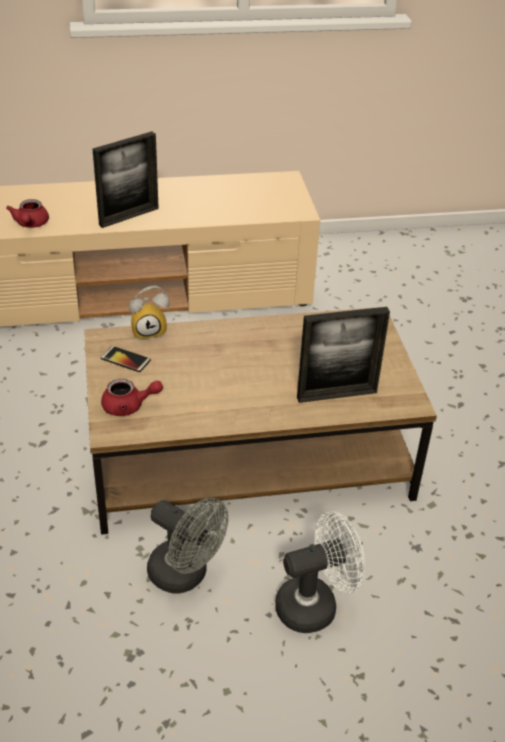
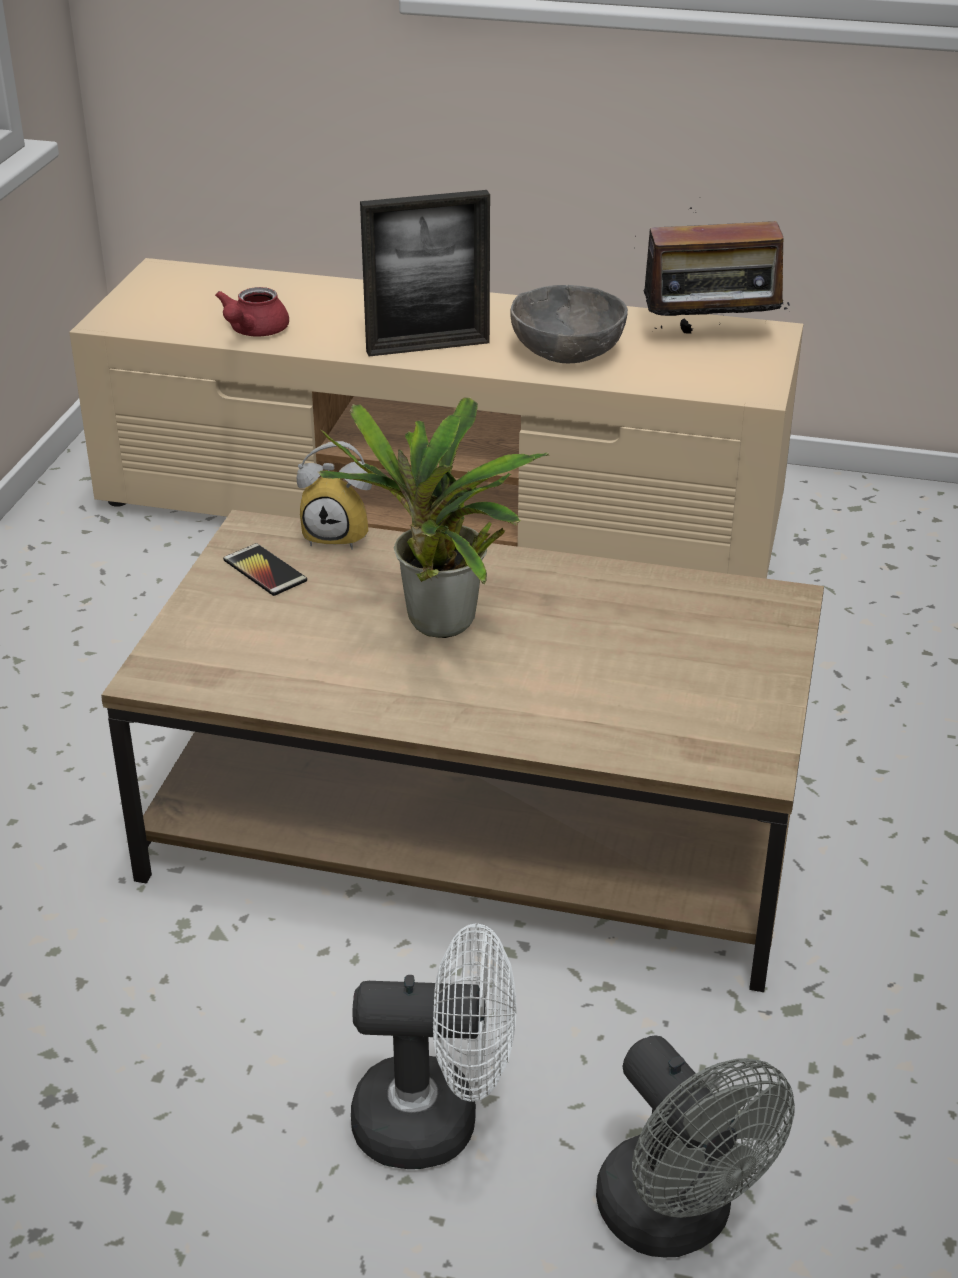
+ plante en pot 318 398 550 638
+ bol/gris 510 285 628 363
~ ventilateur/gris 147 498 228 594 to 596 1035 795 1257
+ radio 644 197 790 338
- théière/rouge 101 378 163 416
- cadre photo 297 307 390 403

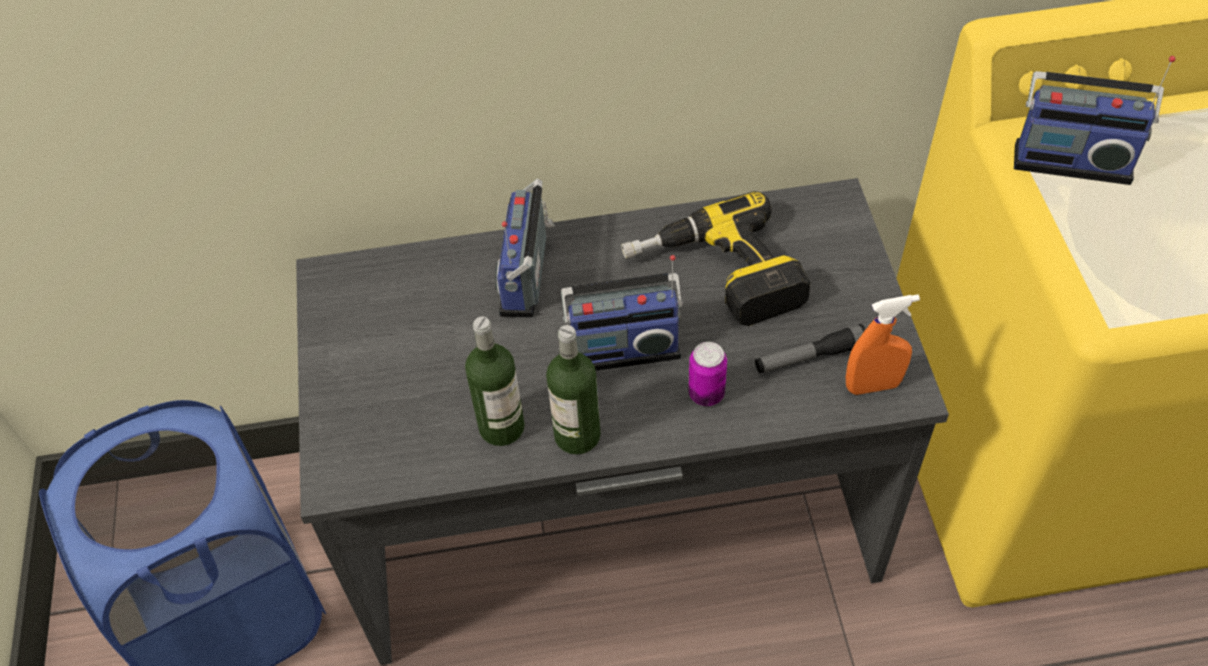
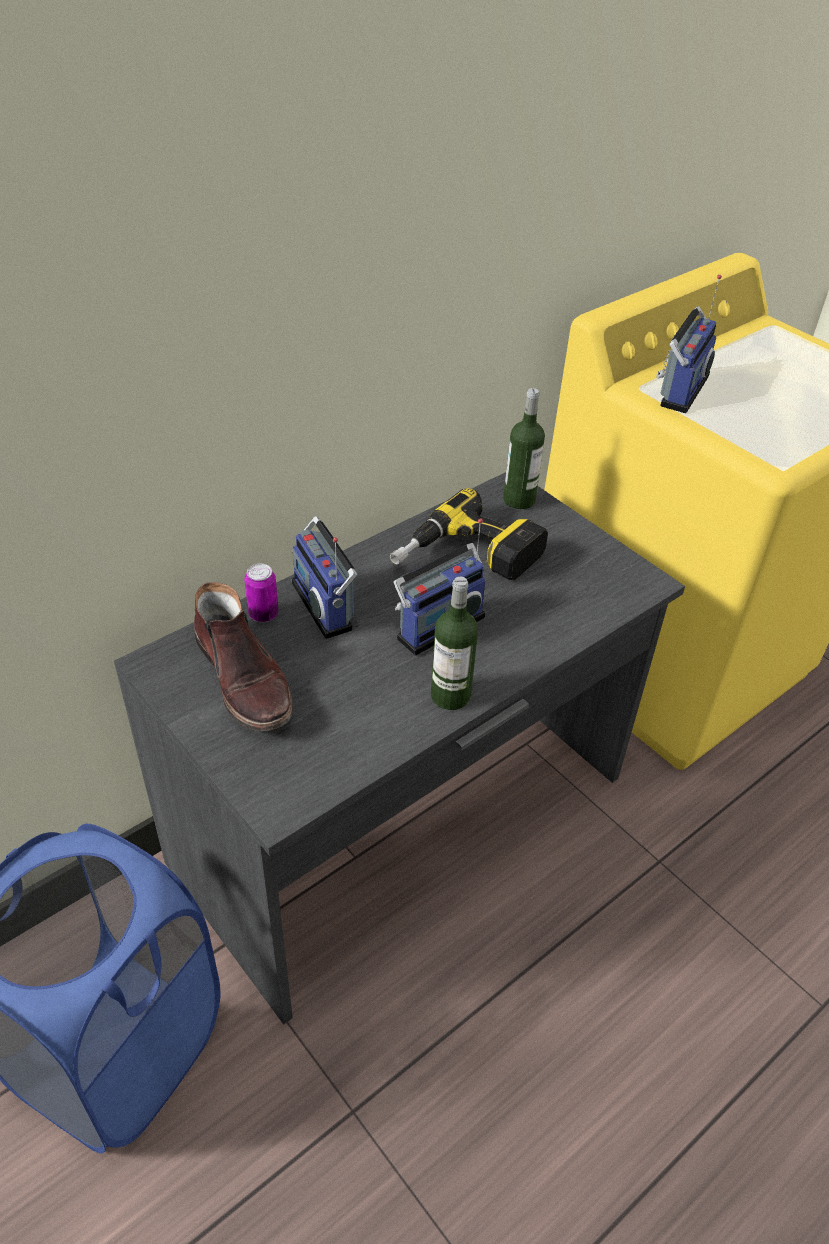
+ botte/marron 194 582 293 732
~ boîte métallique 688 342 727 406 to 245 564 278 622
~ bouteille 465 317 525 446 to 503 388 545 509
~ radio 1014 56 1176 185 = 656 275 722 413 45 degrees counterclockwise
- lampe de poche 755 324 866 373
- vaporisateur/orange 846 295 920 395

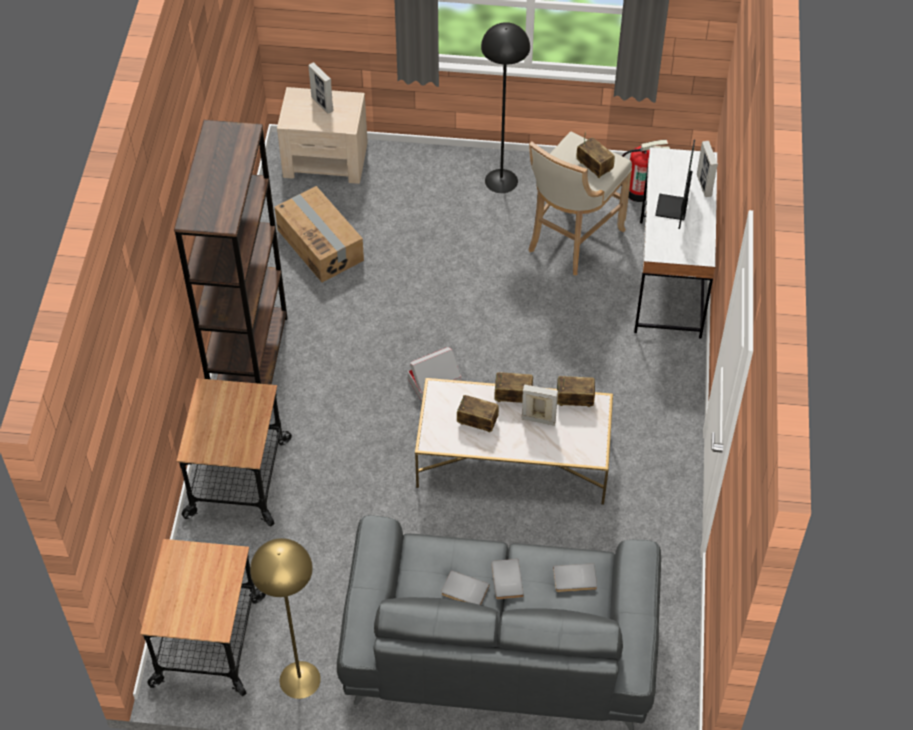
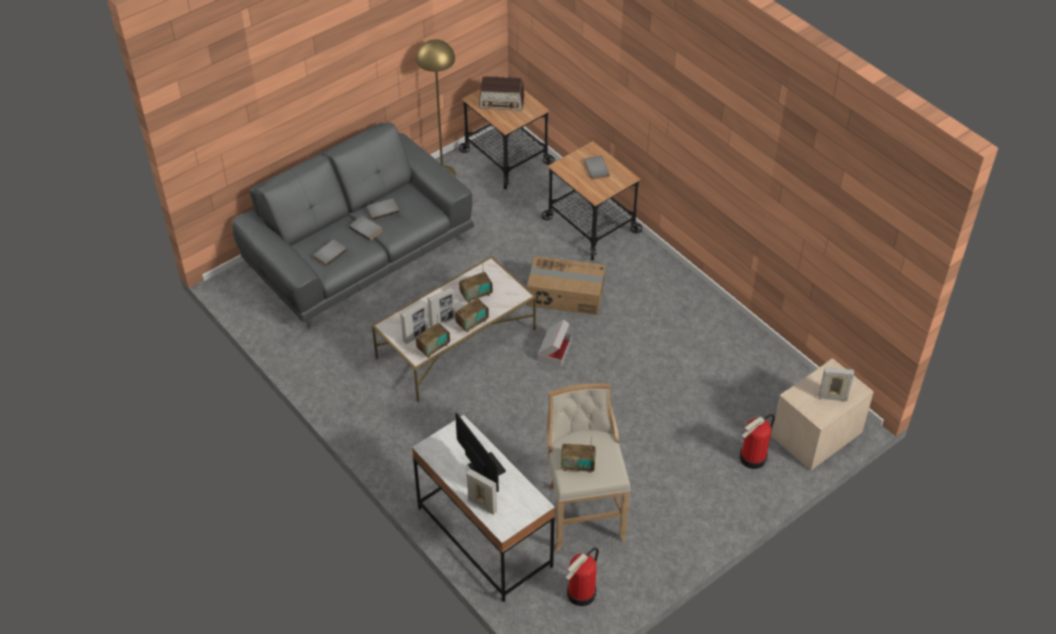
+ cadre photo 400 301 428 344
+ radio 479 76 524 110
~ carton 275 186 364 282 to 527 256 605 315
+ livre/gris 584 155 610 180
+ extincteur 740 414 775 469
- bibliothèque/marron 174 120 288 385
- lampadaire/noir 481 22 530 193

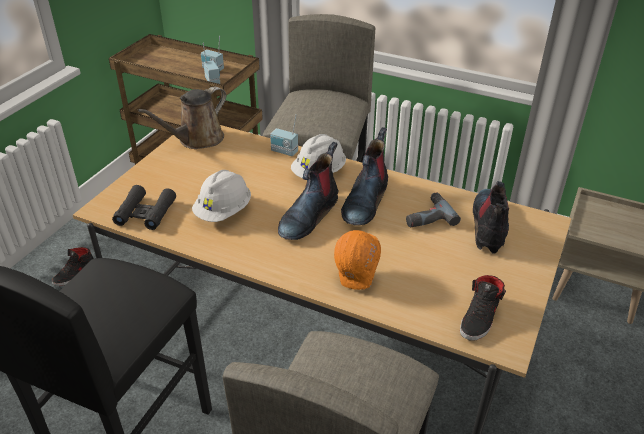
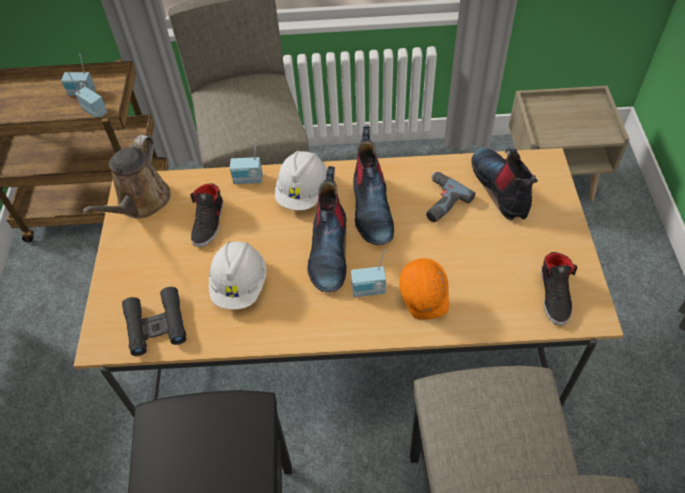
~ chaussure/noir 52 247 94 286 to 190 183 223 247
+ radio 351 250 386 297

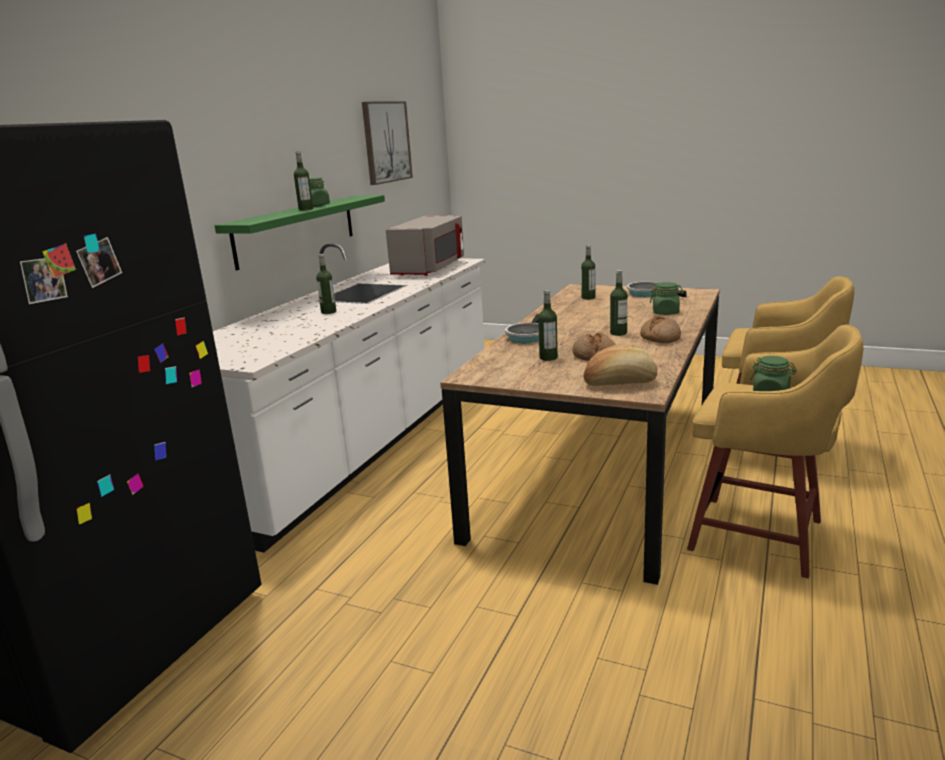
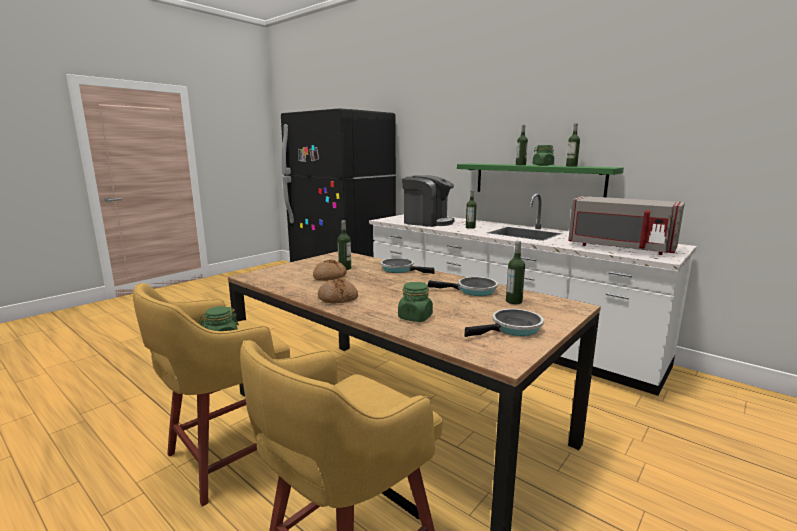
+ machine à café 402 175 454 227
+ poêle 428 277 498 296
~ bouteille 610 270 628 336 to 566 123 580 166
- tableau 362 101 413 185
- pain 583 344 657 386

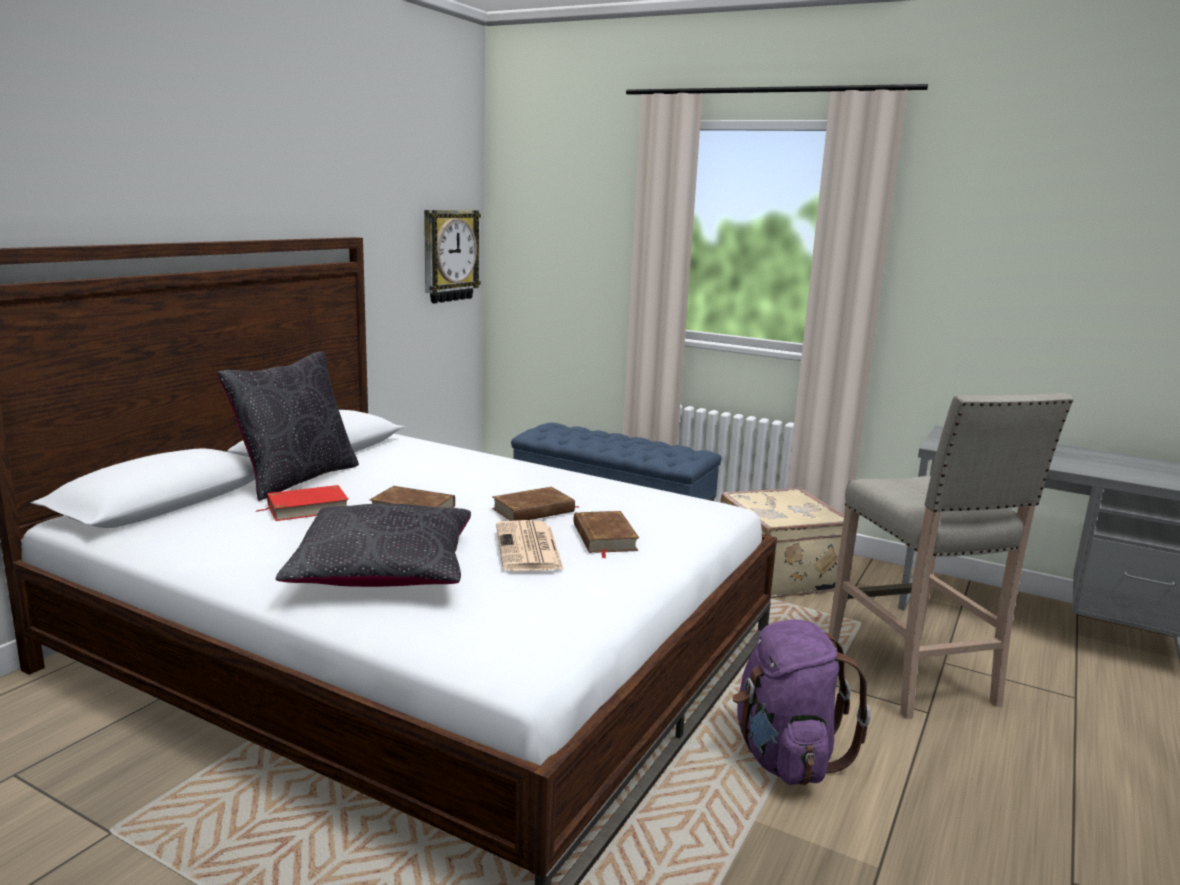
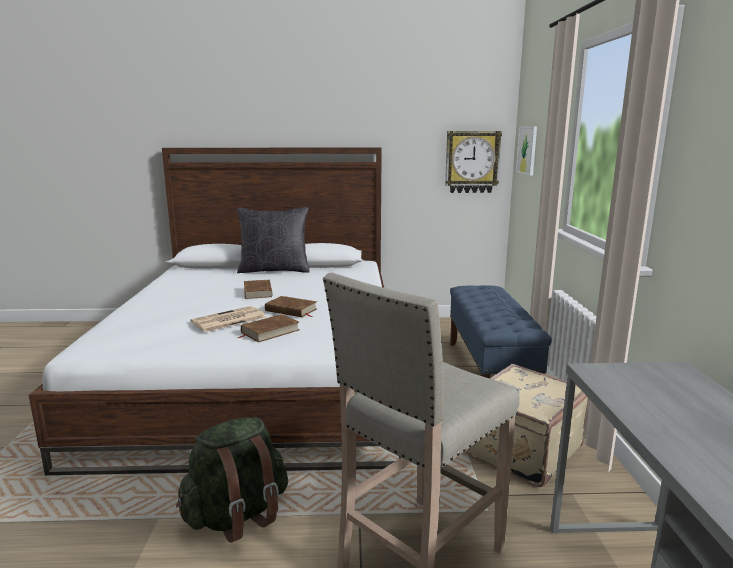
~ sac à dos/violet 733 619 871 785 to sac à dos/vert 176 417 288 543
+ tableau 516 126 537 176
- livre/rouge 257 485 349 521
- coussin/noir 276 504 471 587

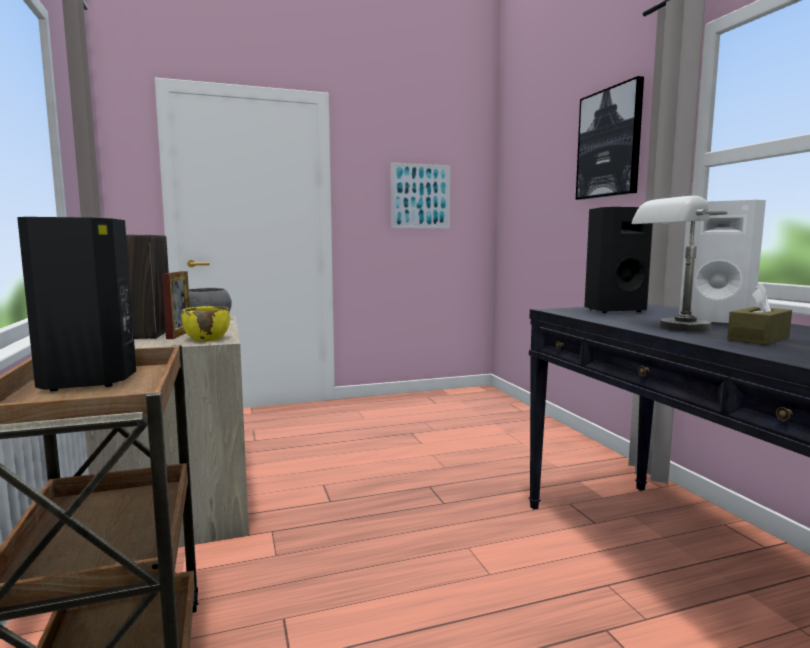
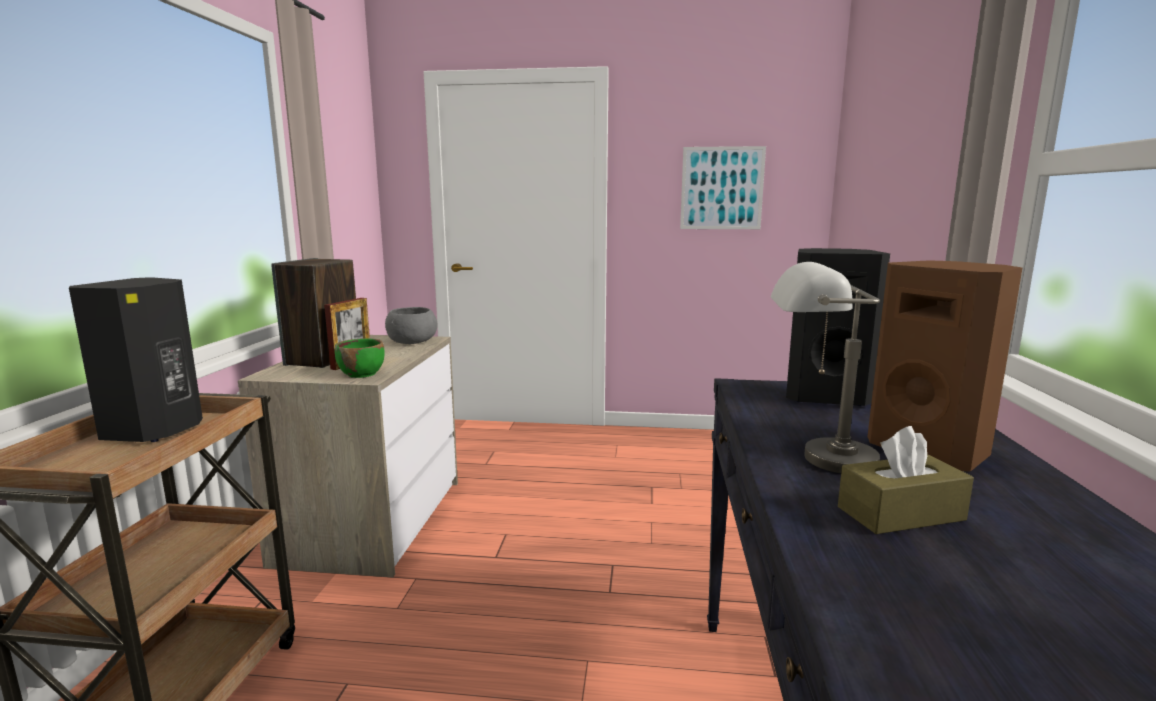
~ bol/jaune 181 306 230 342 to bol/vert 335 338 385 378
~ enceinte/blanc 679 200 766 323 to enceinte/marron 867 260 1022 472
- tableau 576 76 644 200

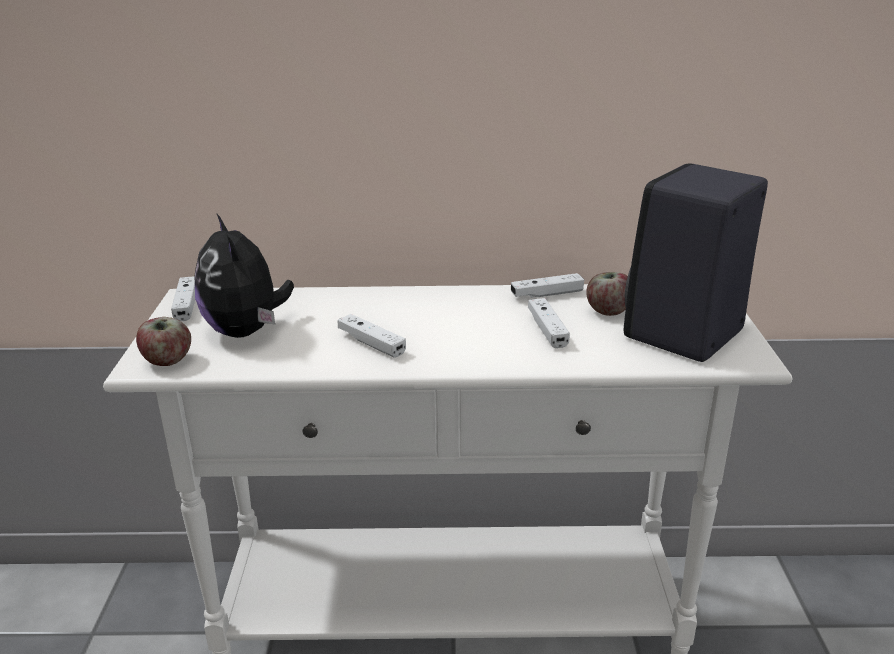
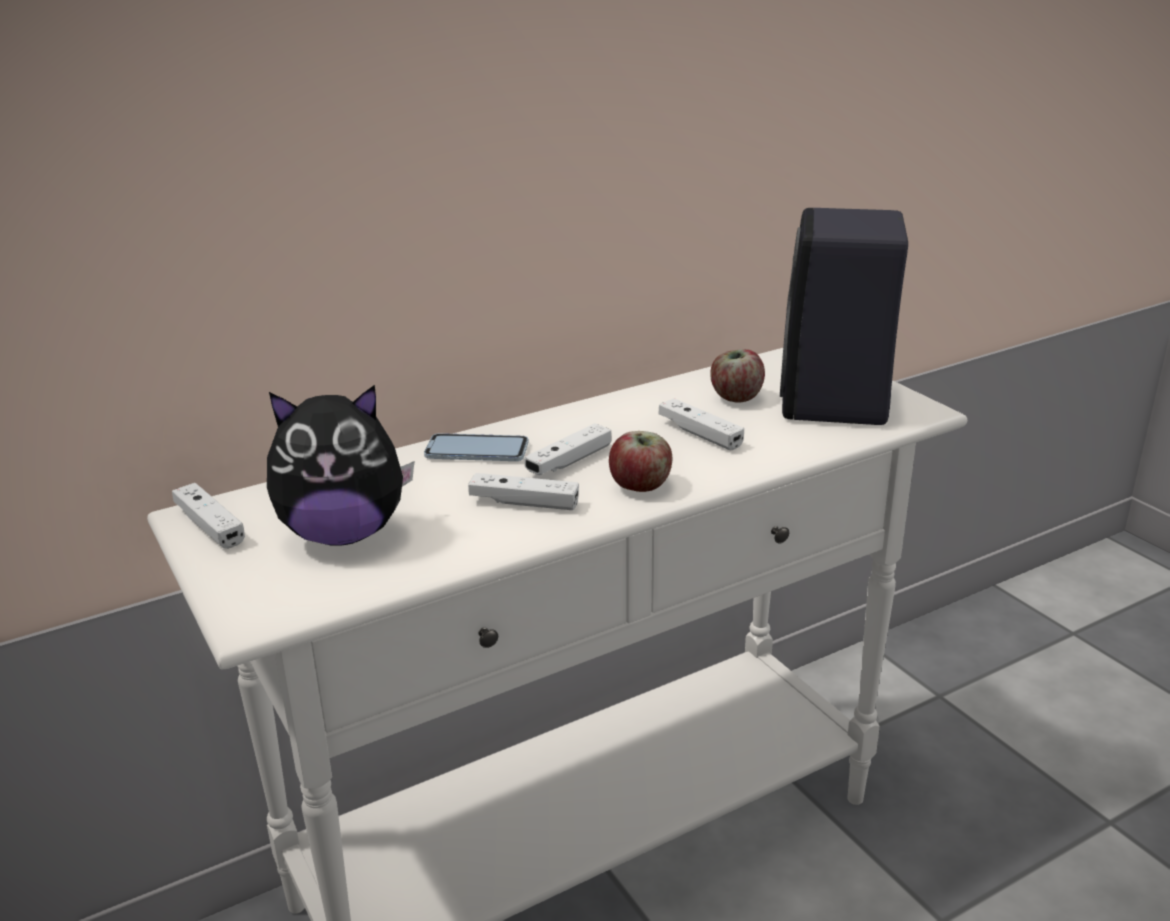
~ peluche 195 214 294 338 = 267 385 415 546 45 degrees counterclockwise
+ téléphone 424 433 528 461
~ manette/blanc 511 273 584 298 to 525 423 611 475
~ pomme 136 317 191 366 to 609 431 672 492

